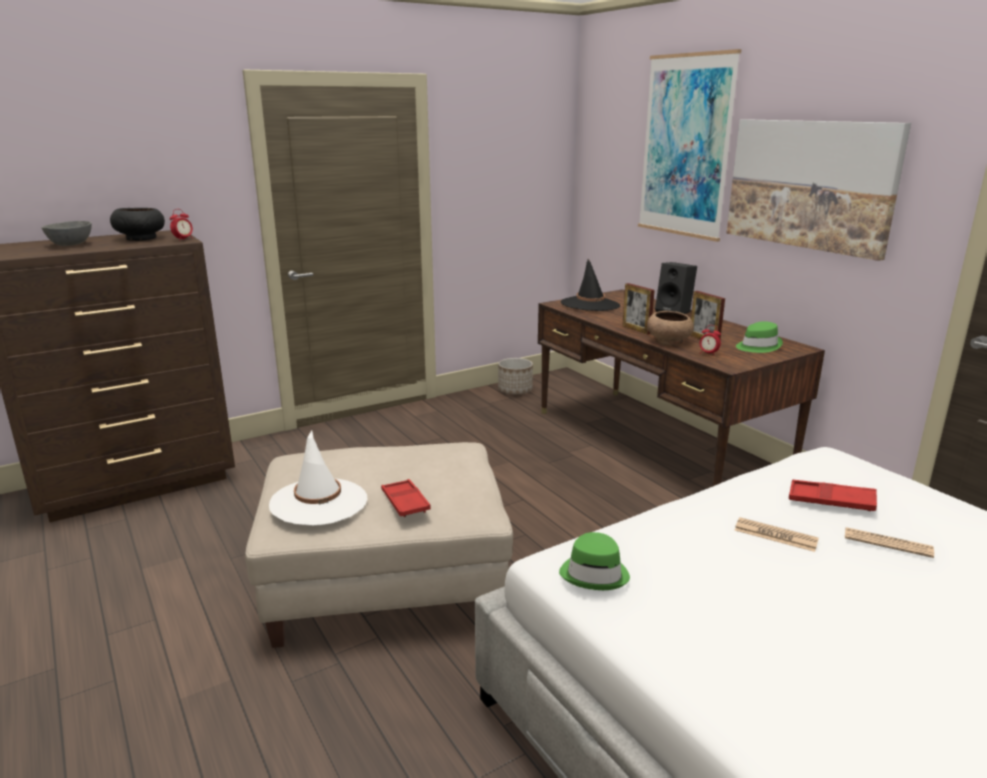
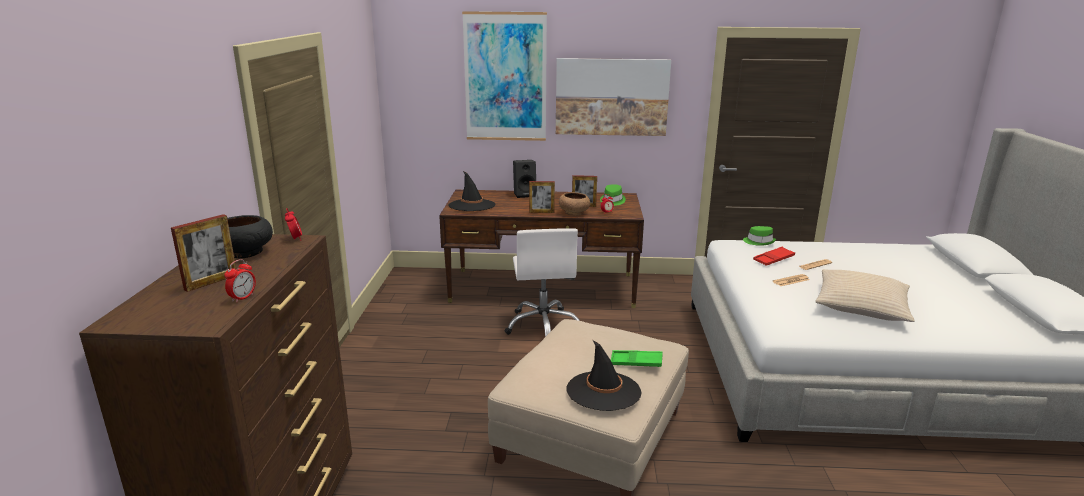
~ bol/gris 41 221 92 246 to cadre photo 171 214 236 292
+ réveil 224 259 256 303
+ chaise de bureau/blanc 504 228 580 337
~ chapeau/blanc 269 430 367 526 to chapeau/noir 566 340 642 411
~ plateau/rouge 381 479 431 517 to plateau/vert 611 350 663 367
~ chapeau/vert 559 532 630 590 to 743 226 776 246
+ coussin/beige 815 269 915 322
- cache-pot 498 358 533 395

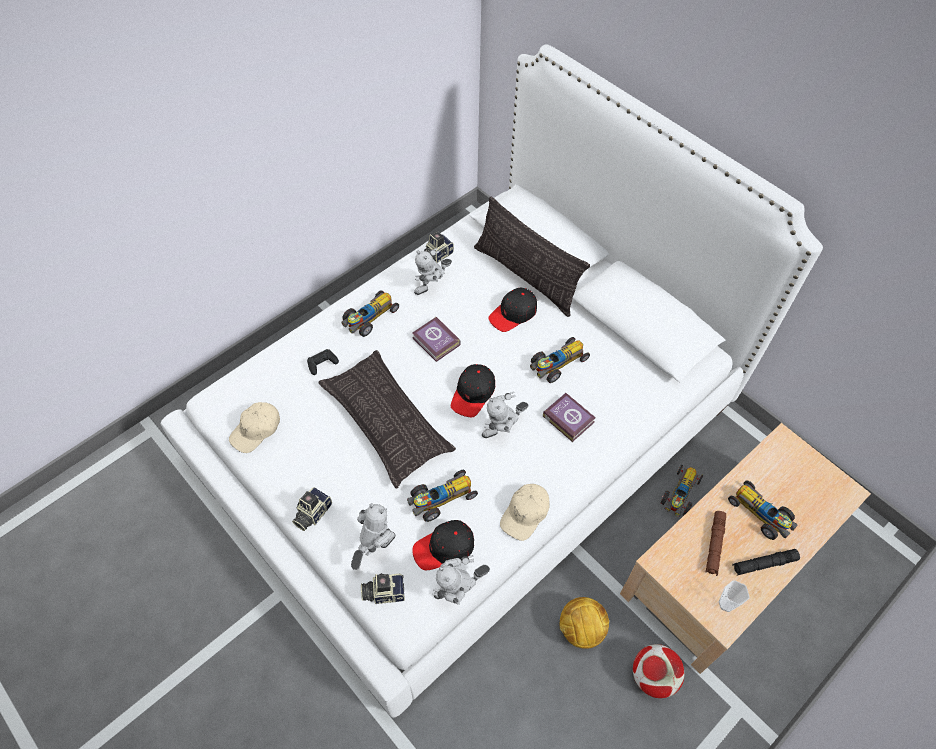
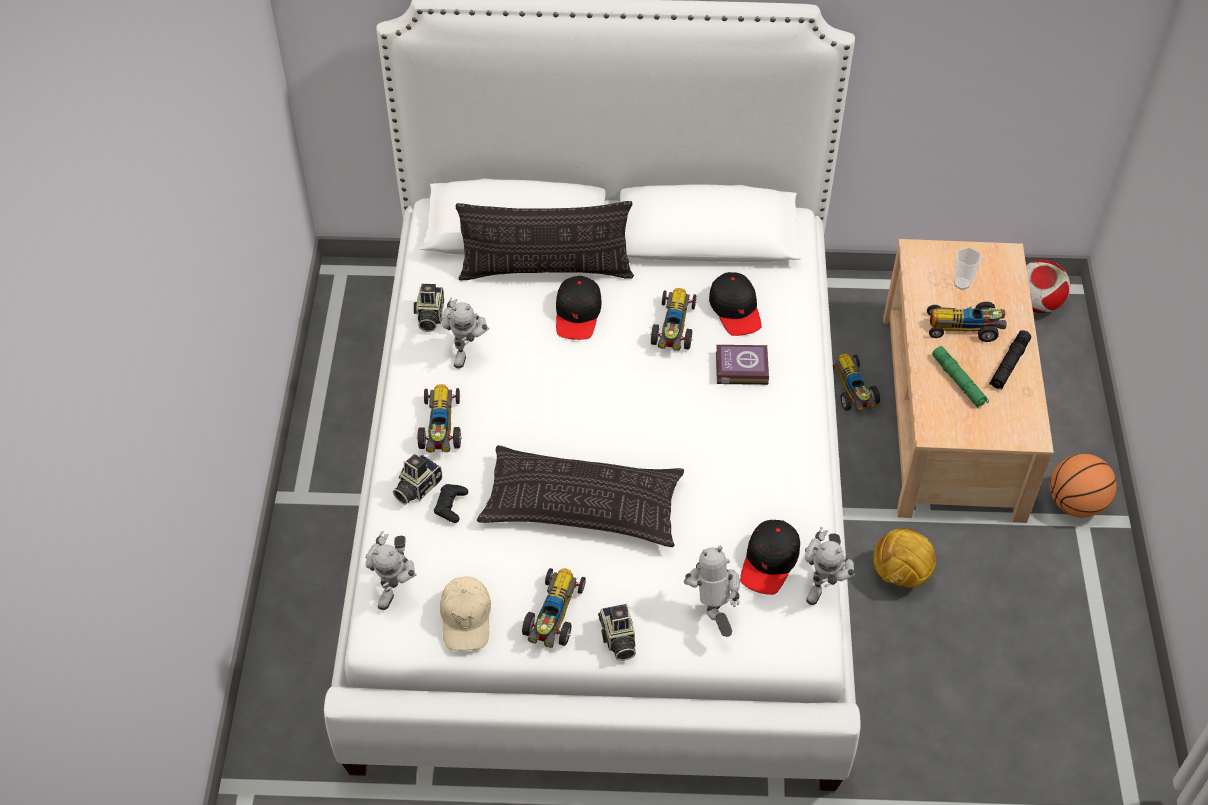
~ robot jouet 482 391 529 438 to 365 531 417 610
~ appareil photo 361 573 405 604 to 393 454 442 505
~ petite voiture 407 470 478 522 to 522 568 586 648
~ casquette/noir 451 364 495 417 to 709 272 762 336
~ lampe de poche/marron 706 511 726 576 to lampe de poche/vert 932 346 989 408
~ tasse 719 580 750 612 to 954 247 981 290
~ ballon de foot 633 644 684 698 to 1026 260 1070 313
+ ballon de basket 1050 453 1117 518
- livre 412 317 461 362
- casquette/beige 500 484 549 541

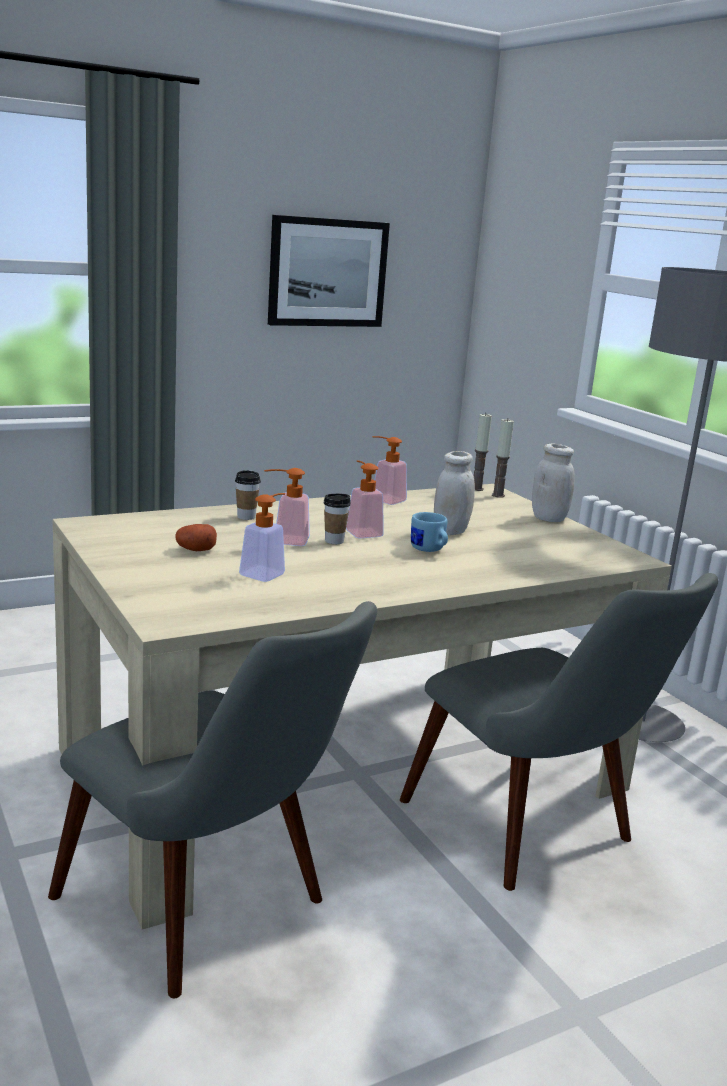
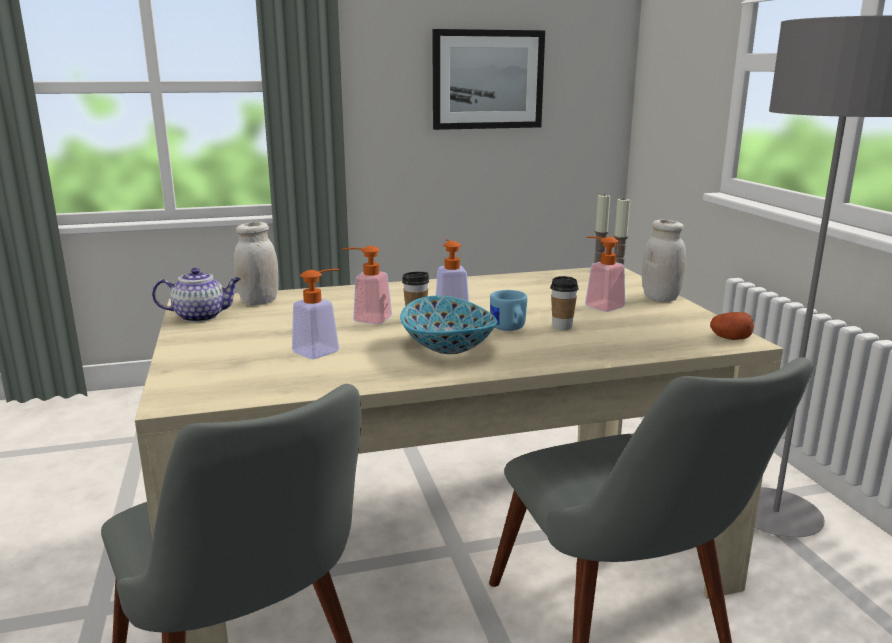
+ théière 152 268 241 322
~ bocal/blanc 434 451 475 535 to 234 222 279 305
+ bol 400 296 498 354
~ tasse 235 470 261 520 to 550 276 579 330
~ distributeur de savon 372 436 407 505 to 585 236 625 312
~ pomme de terre 175 524 217 551 to 710 312 754 340

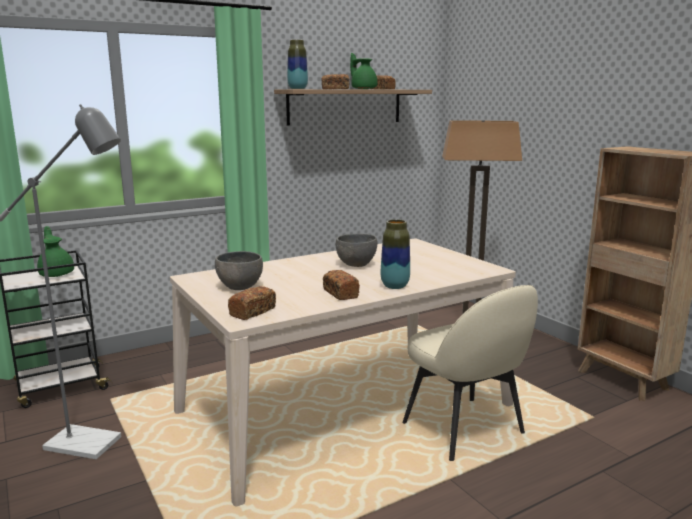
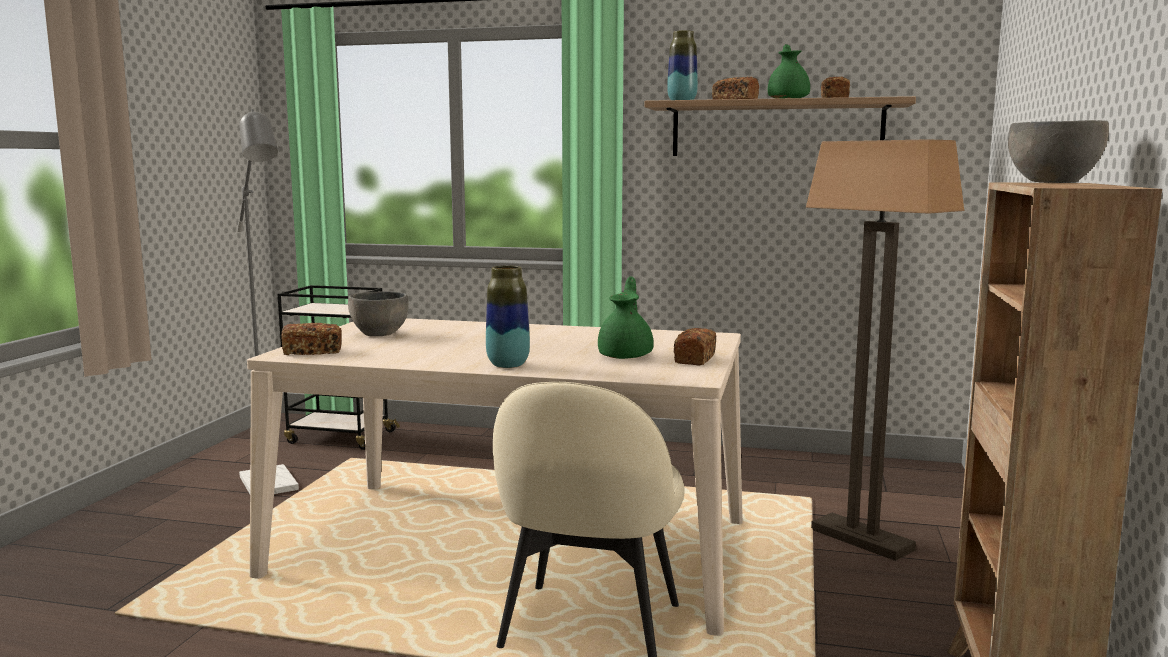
~ théière/vert 37 226 74 277 to 598 276 654 359
~ pain 323 270 360 300 to 674 328 716 365
~ bol/gris 336 234 377 267 to 1008 120 1109 183

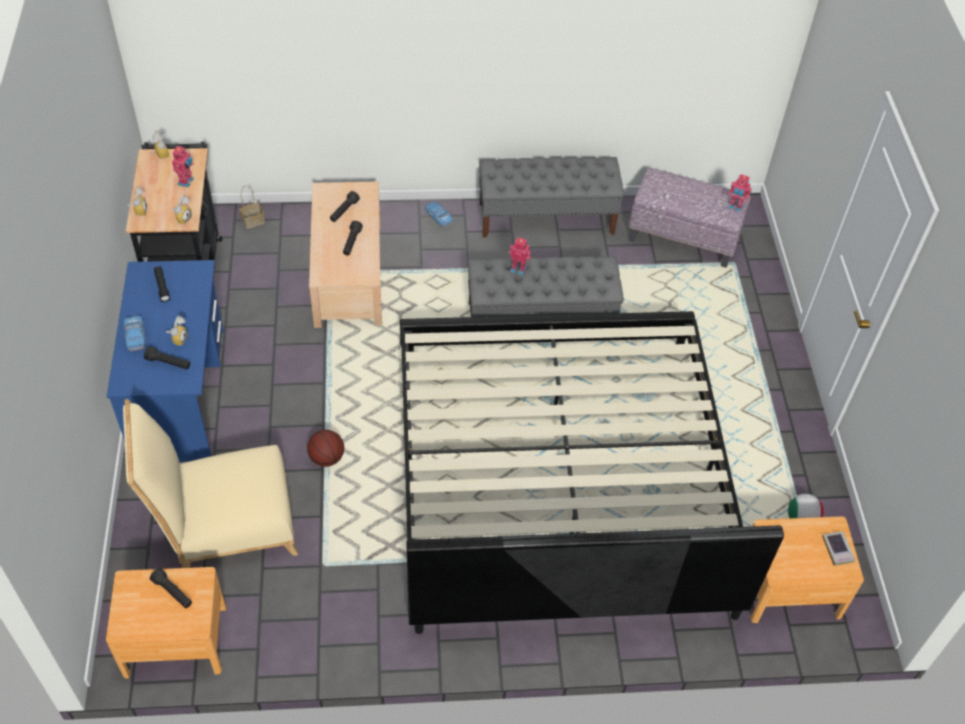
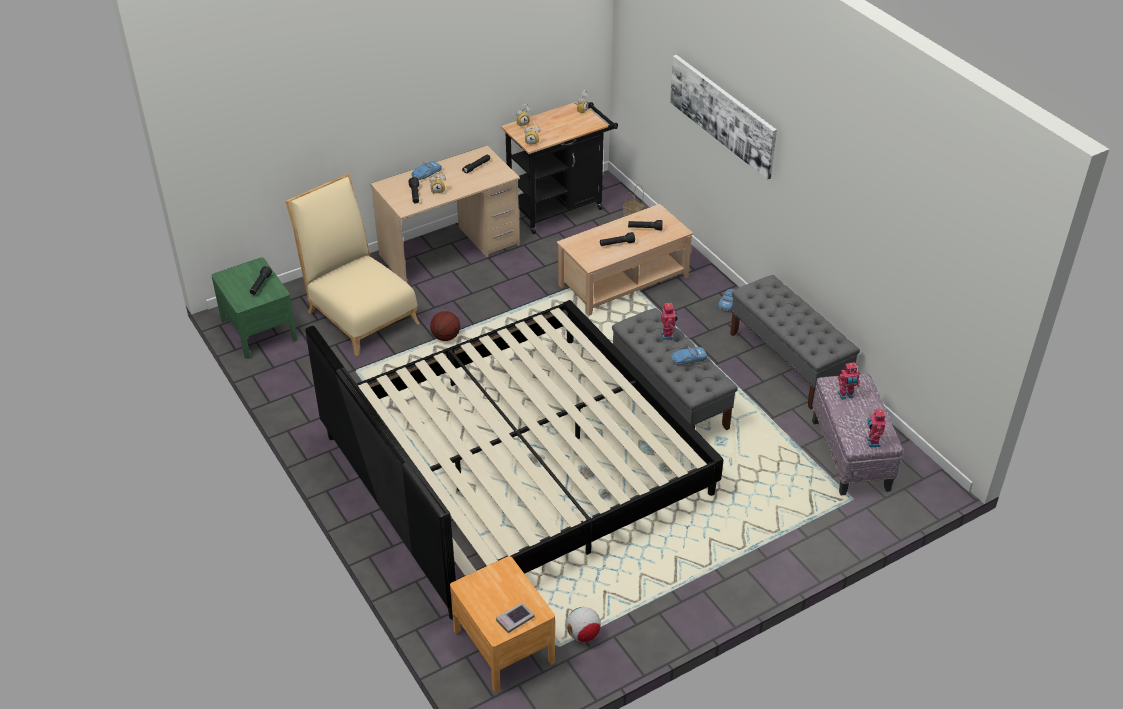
~ table de chevet/marron 106 567 226 679 to table de chevet/vert 211 257 297 359
~ bureau/bleu 107 260 224 462 to bureau/beige 371 146 520 283
+ tableau 670 55 777 180
+ petite voiture 671 346 708 365
~ robot jouet 172 145 194 187 to 838 362 860 400

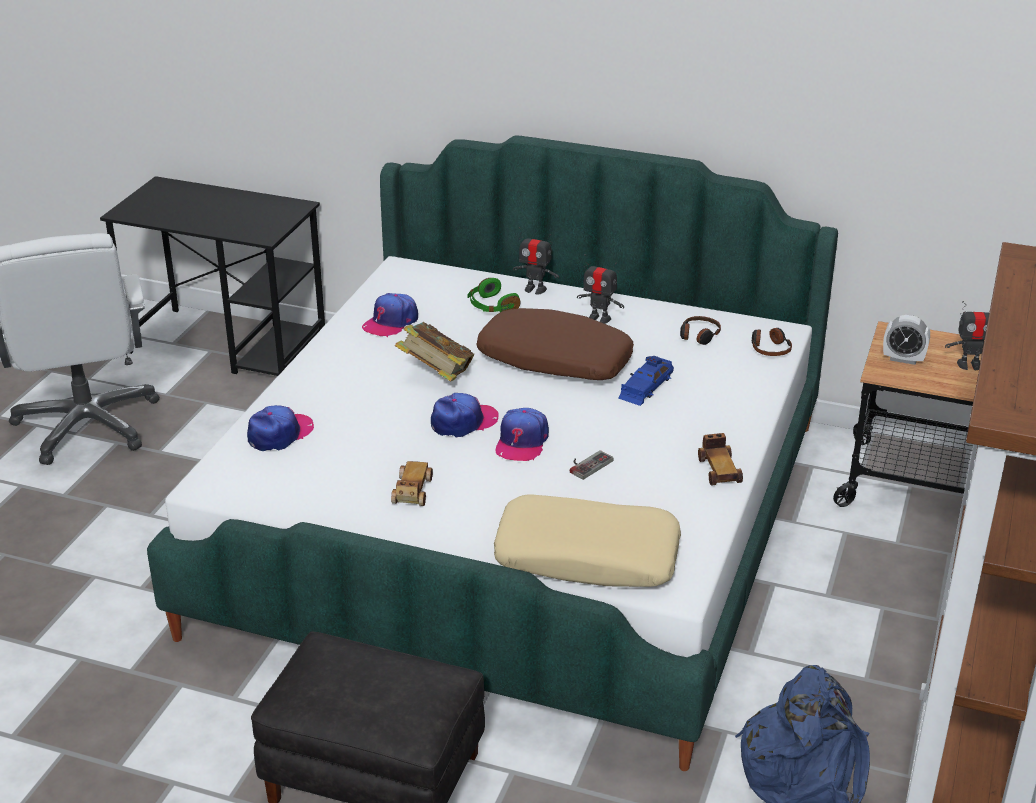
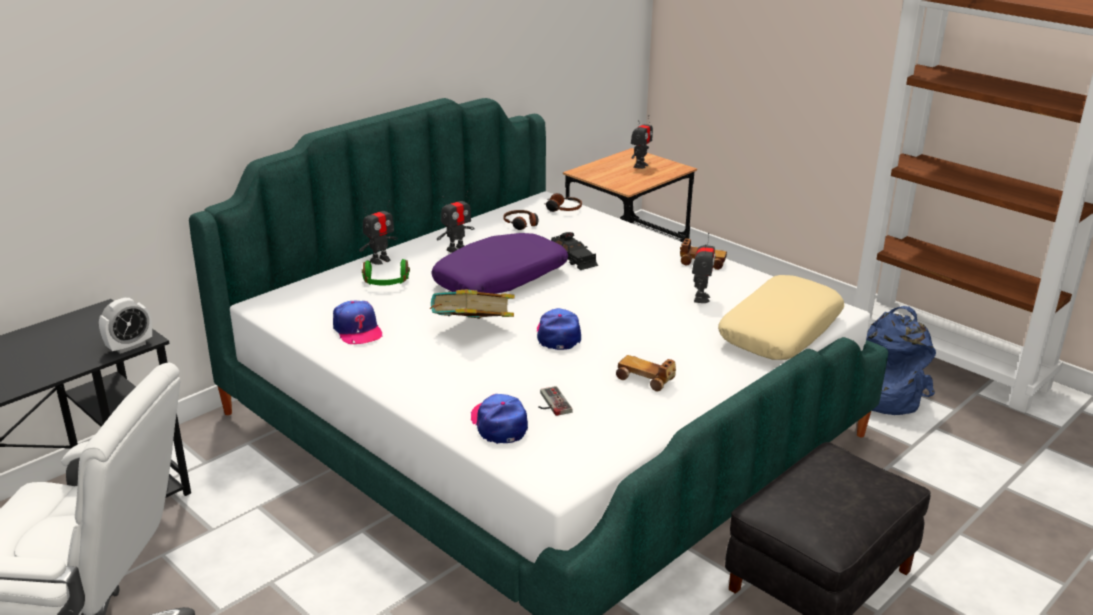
~ réveil 883 315 930 365 to 99 298 152 354
~ coussin/marron 476 308 634 380 to coussin/violet 431 233 568 294
~ manette 570 450 613 480 to 538 386 573 416
~ petite voiture/bleu 618 356 674 406 to petite voiture/noir 551 232 598 270
+ robot jouet 692 233 716 303
- casquette 496 408 549 461

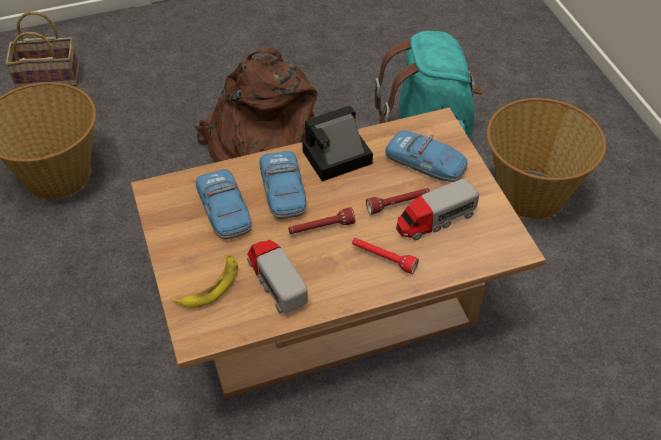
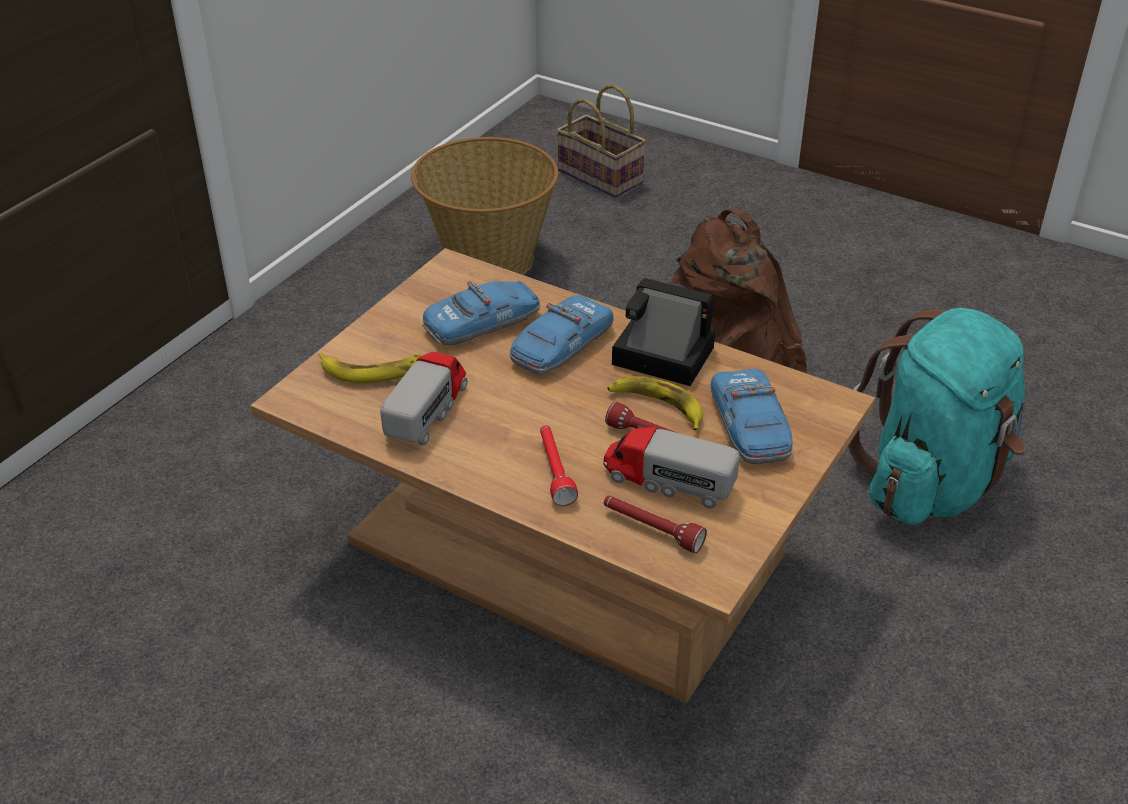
~ petite voiture 196 169 251 240 = 422 281 540 346 150 degrees counterclockwise
~ lampe de poche/rouge 288 207 355 234 to 604 496 707 553
+ banane 607 376 703 431
- panier 487 98 606 220

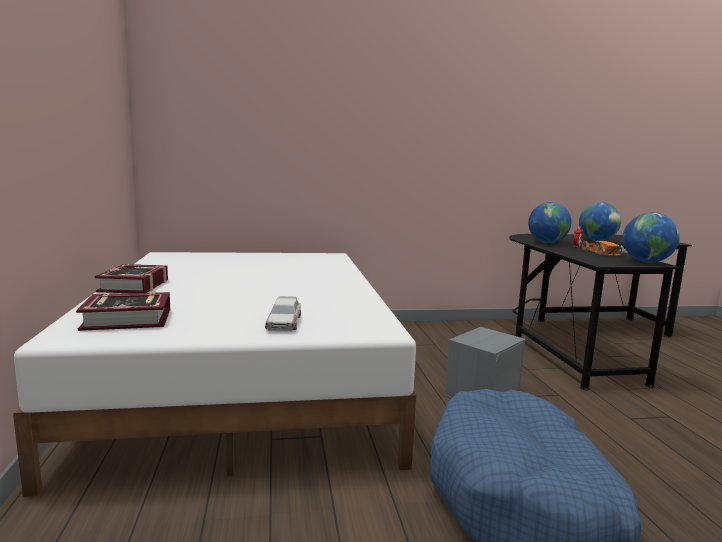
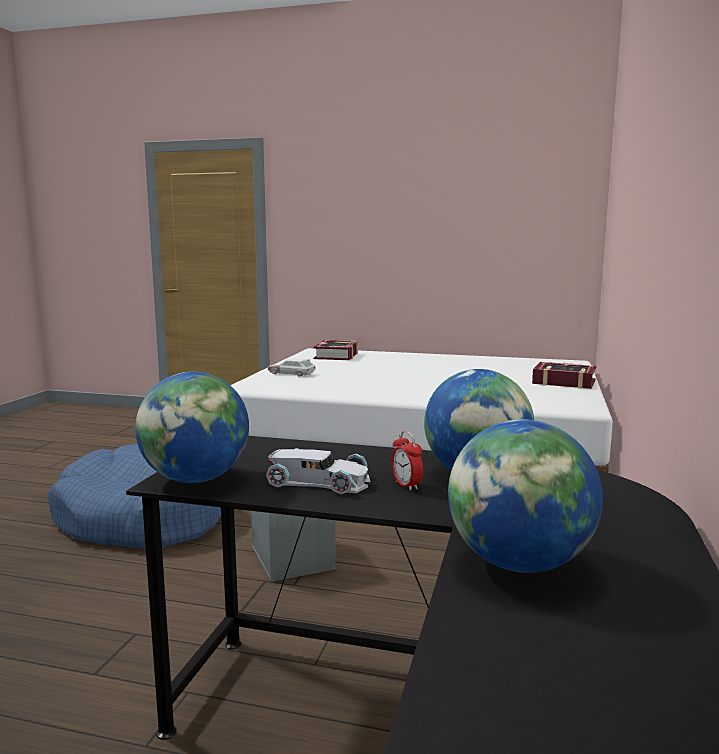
~ petite voiture/orange 582 241 624 256 to petite voiture/blanc 266 448 371 494
~ livre 95 264 168 293 to 532 362 597 389

